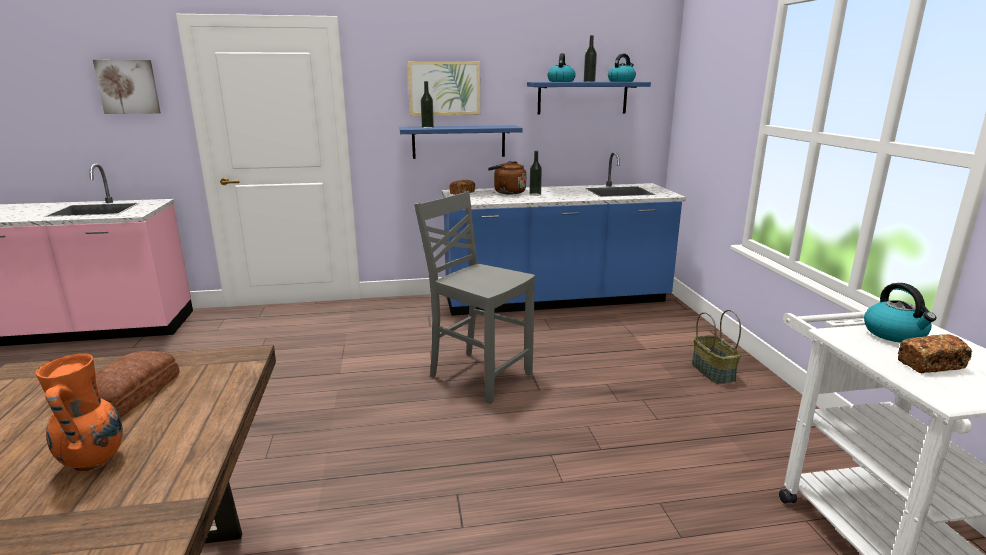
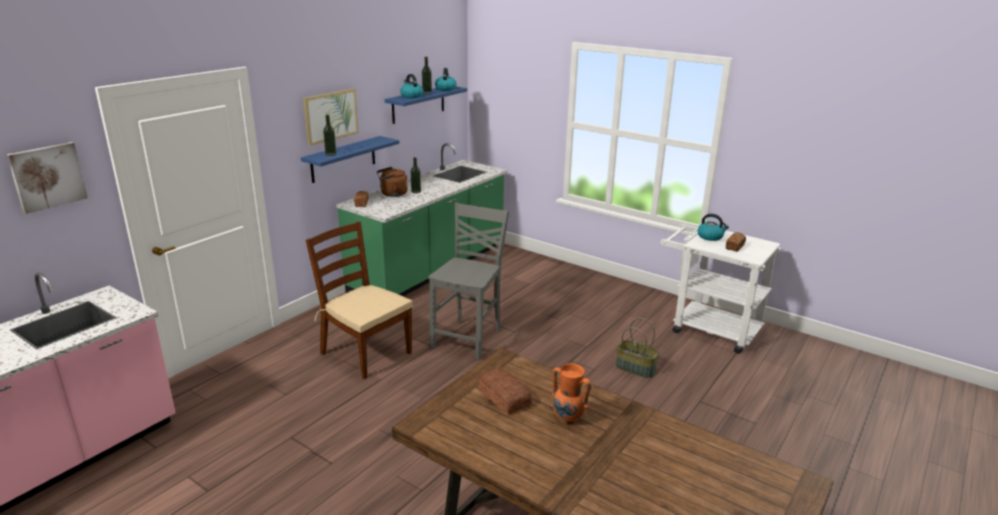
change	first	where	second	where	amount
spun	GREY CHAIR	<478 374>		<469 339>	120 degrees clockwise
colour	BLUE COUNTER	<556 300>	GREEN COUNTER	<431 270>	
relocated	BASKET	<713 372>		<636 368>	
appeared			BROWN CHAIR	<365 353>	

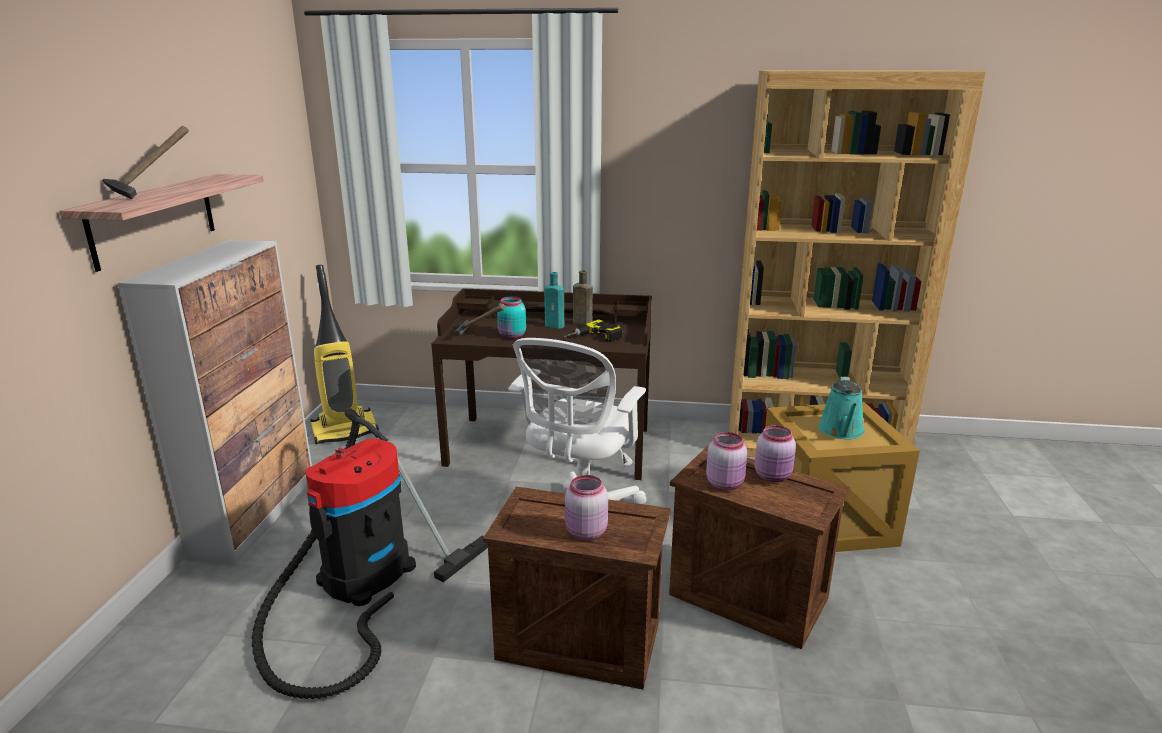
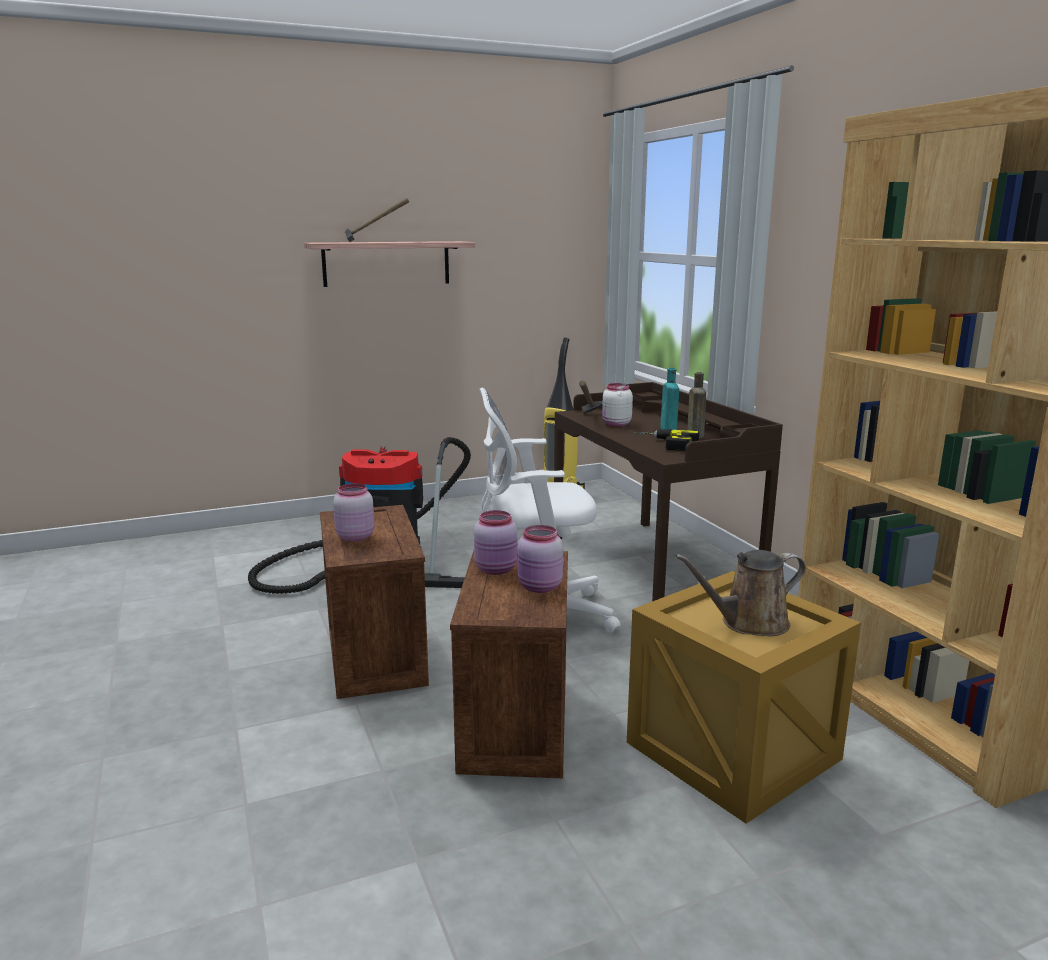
change	first	where	second	where	amount
missing	CABINET	<256 514>			
colour	TURQUOISE JAR	<512 336>	WHITE JAR	<615 424>	
colour	TURQUOISE WATERING CAN	<841 431>	BROWN WATERING CAN	<748 623>	

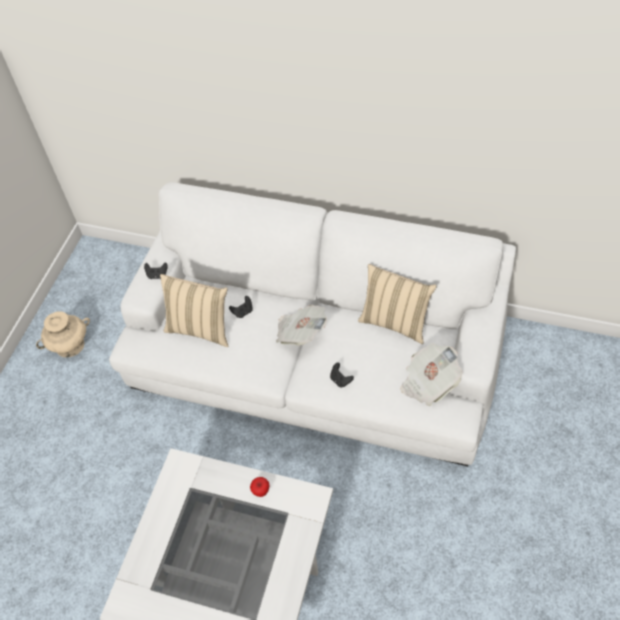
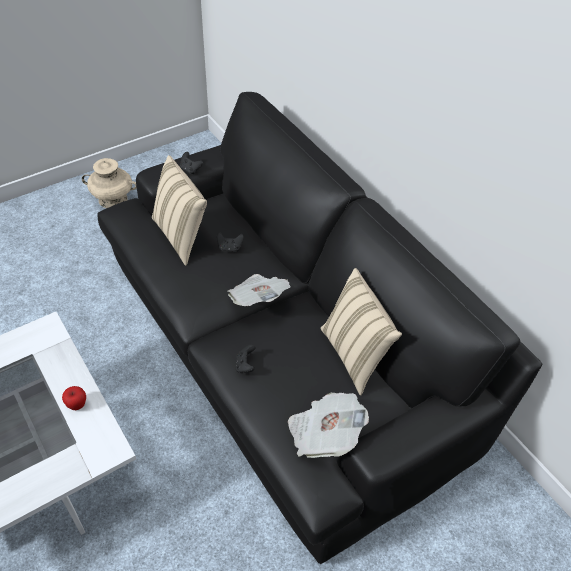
change	first	where	second	where	amount
colour	WHITE SOFA	<314 355>	BLACK SOFA	<284 346>	

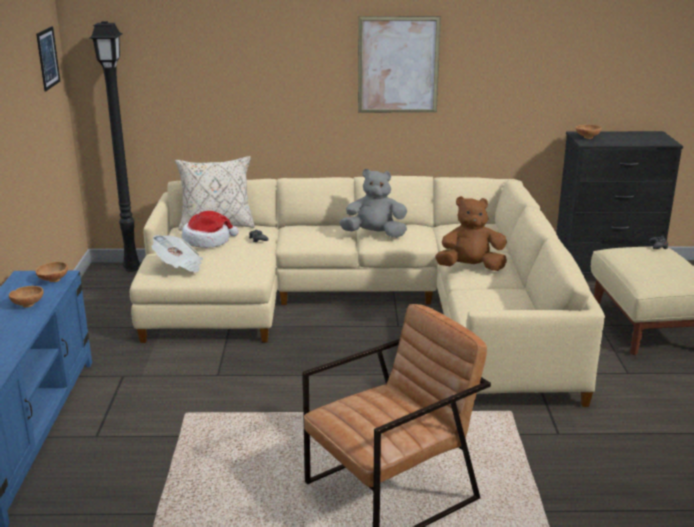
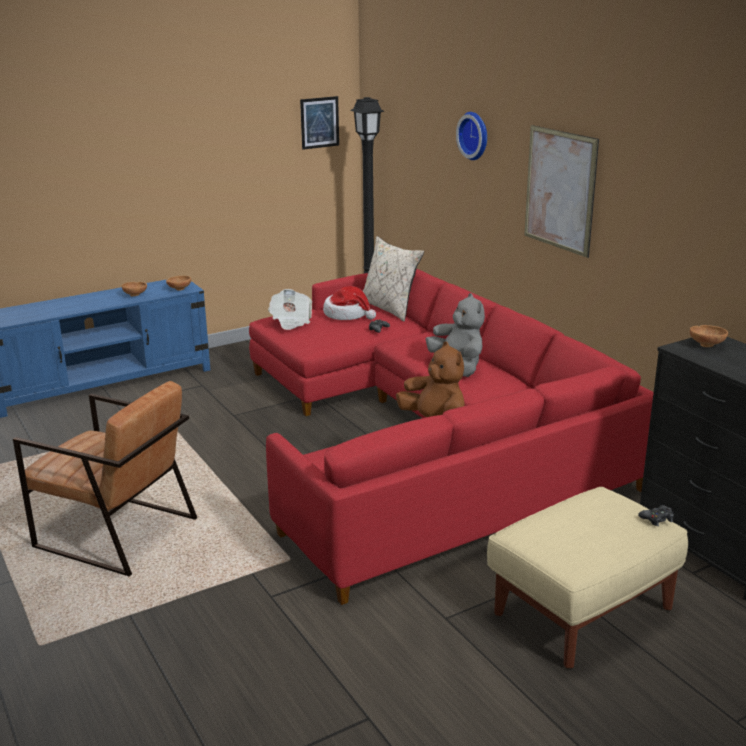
change	first	where	second	where	amount
colour	BEIGE SOFA	<369 307>	RED SOFA	<424 437>	
appeared			WALL CLOCK	<475 135>	

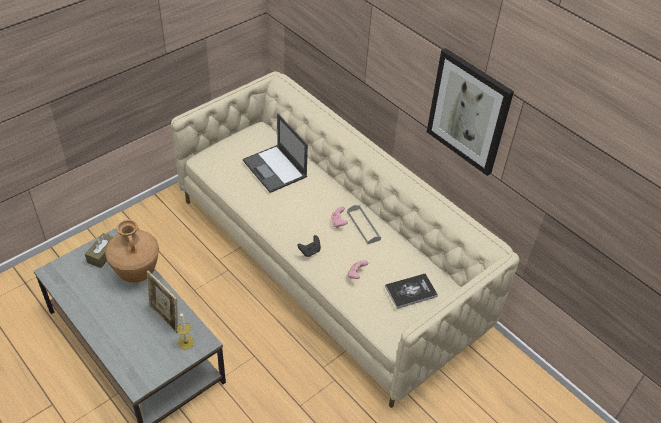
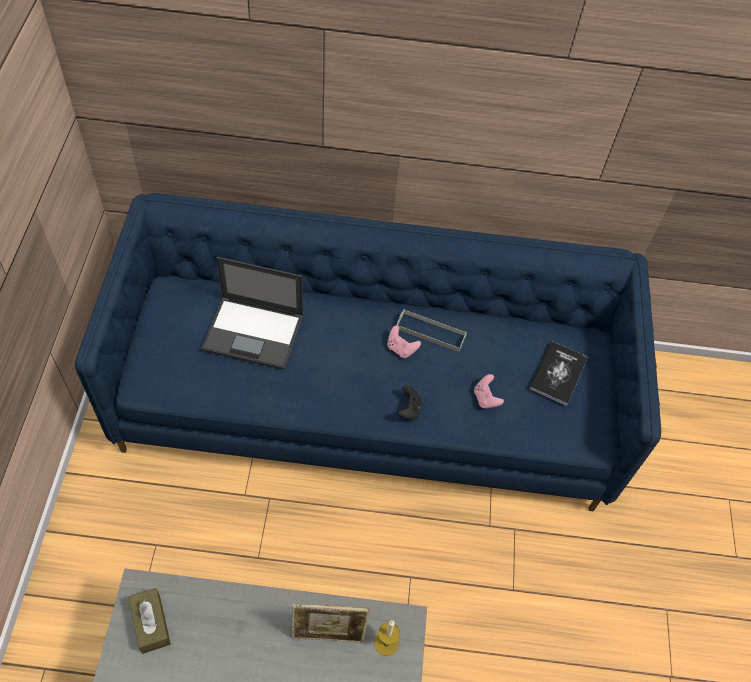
change	first	where	second	where	amount
missing	BROWN VASE	<137 273>			
colour	BEIGE SOFA	<327 264>	BLUE SOFA	<369 400>	
missing	PICTURE	<469 112>			

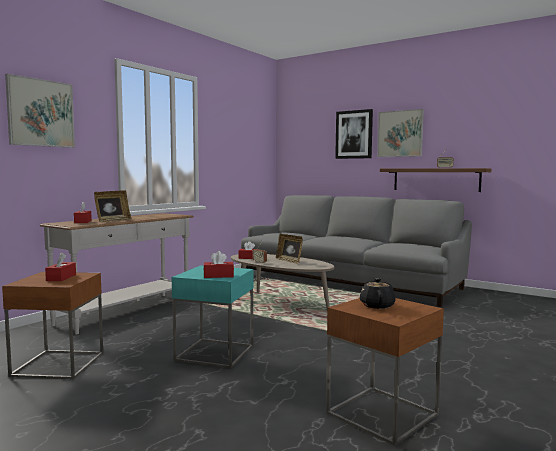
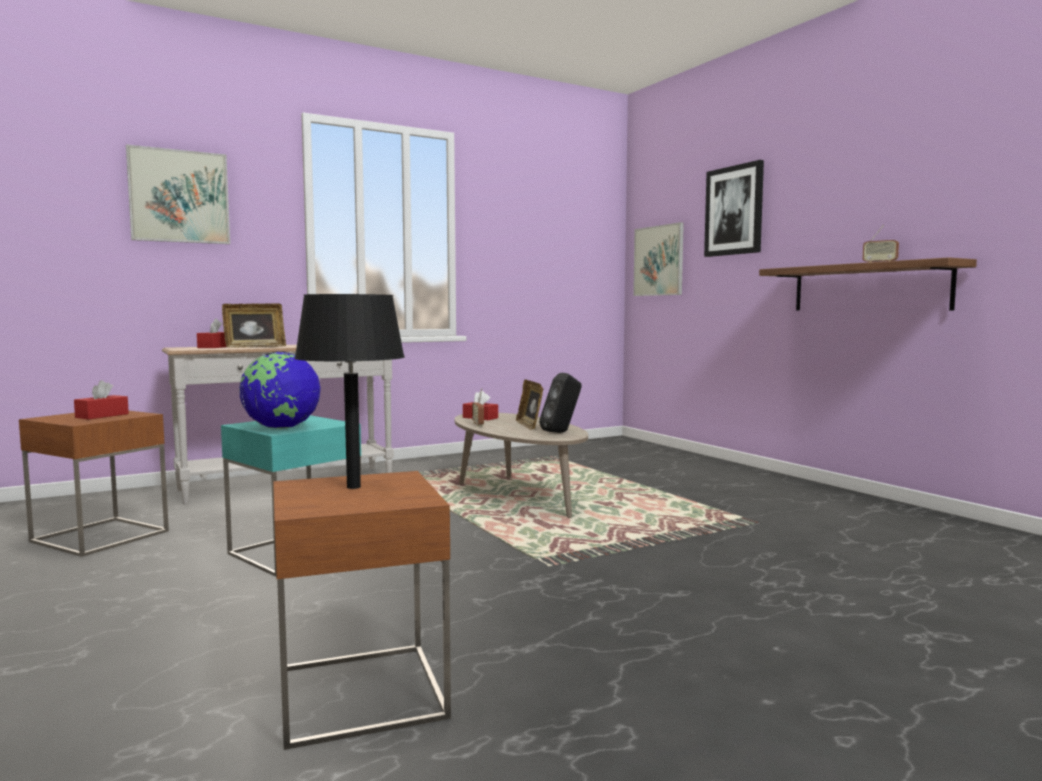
change	first	where	second	where	amount
exchanged	RED TISSUE BOX	<218 276>	GLOBE	<281 428>	
missing	GREY SOFA	<349 281>			
exchanged	BLACK TEAPOT	<377 305>	BLACK TABLE LAMP	<353 487>	
relocated	PICTURE	<400 133>		<658 260>	
appeared			BLACK SPEAKER	<561 432>	

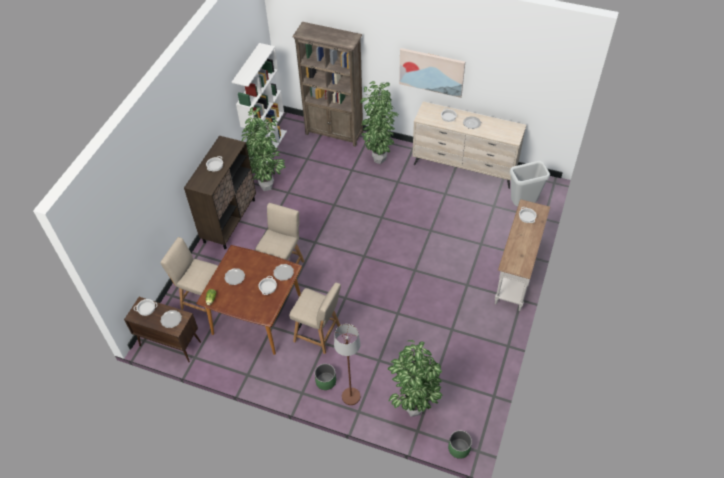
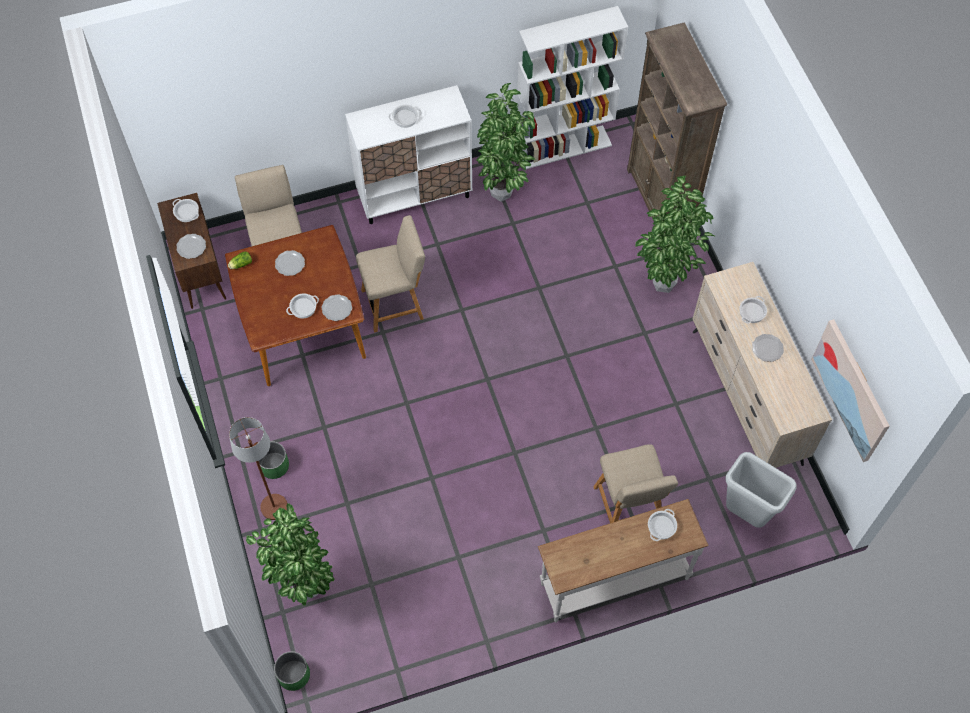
change	first	where	second	where	amount
colour	BROWN CABINET	<229 220>	WHITE CABINET	<415 195>	
relocated	BEIGE CHAIR	<319 334>		<628 508>	
relocated	PICTURE	<431 72>		<851 390>	

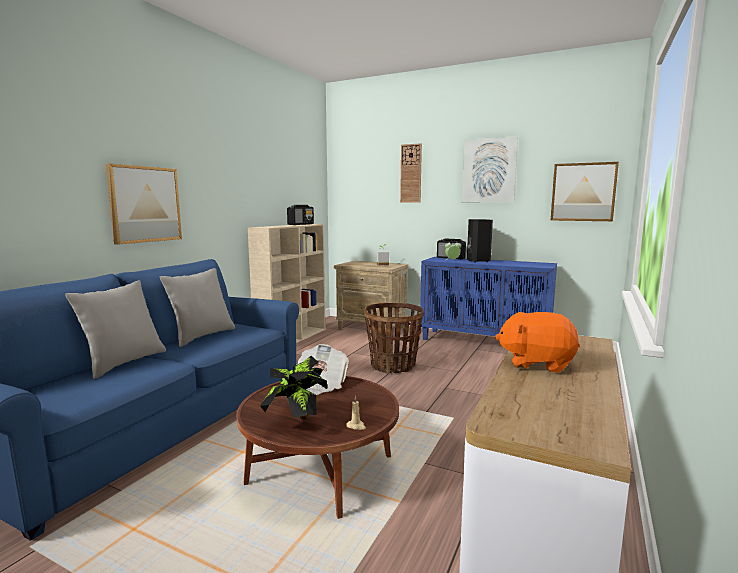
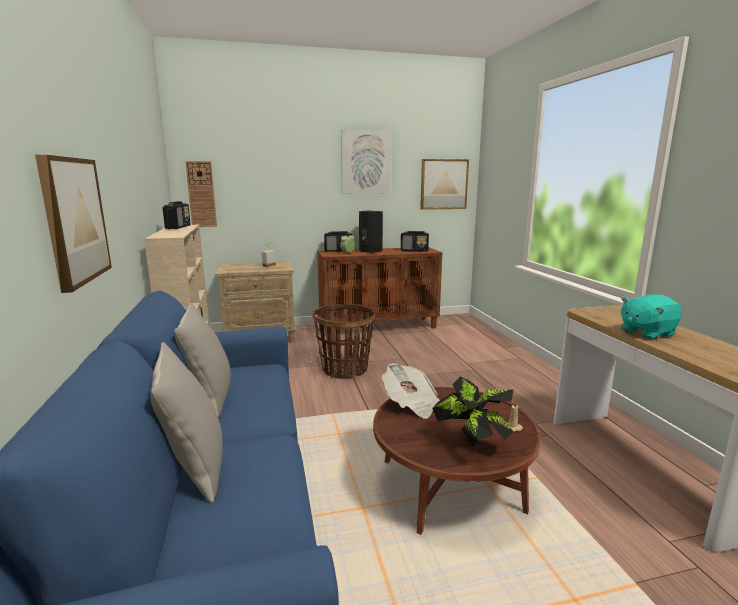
change	first	where	second	where	amount
relocated	WALL CLOCK	<411 173>		<201 194>	
colour	BLUE CABINET	<484 342>	BROWN CABINET	<379 326>	
colour	ORANGE PLUSH TOY	<536 363>	TURQUOISE PLUSH TOY	<646 333>	
appeared			RADIO	<414 250>	

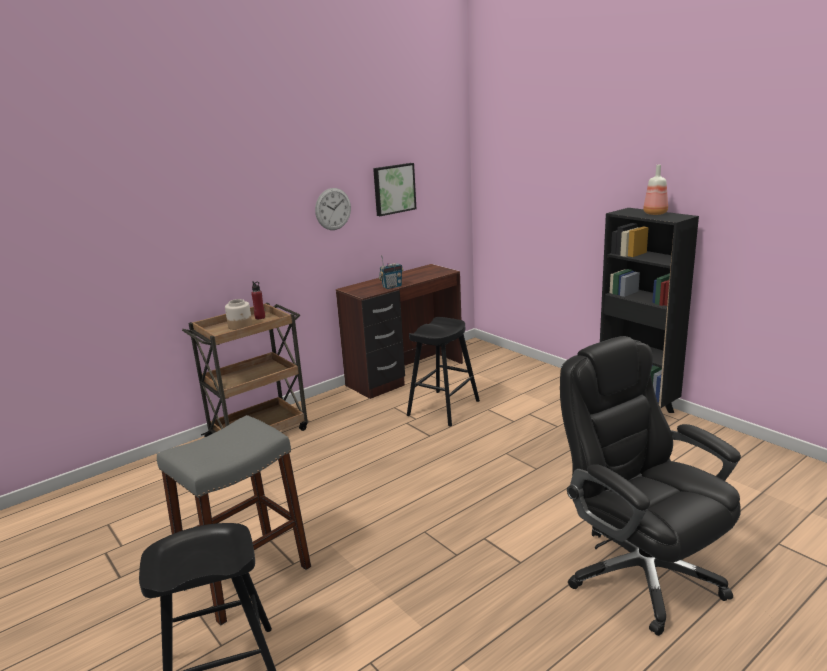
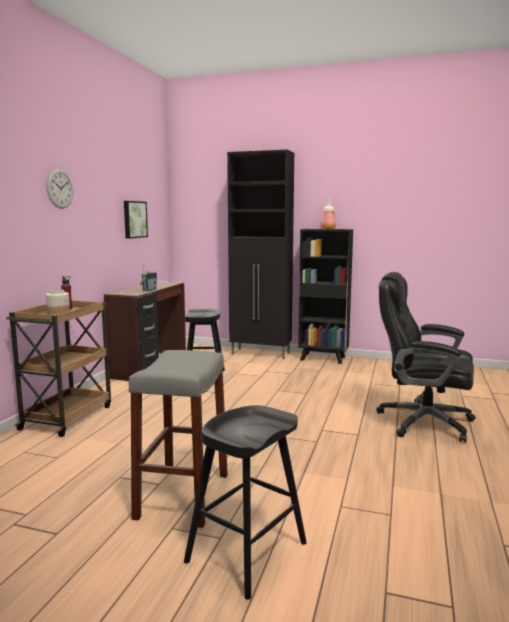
change	first	where	second	where	amount
relocated	WALL CLOCK	<333 209>		<60 188>	
appeared			BLACK CABINET	<261 353>	

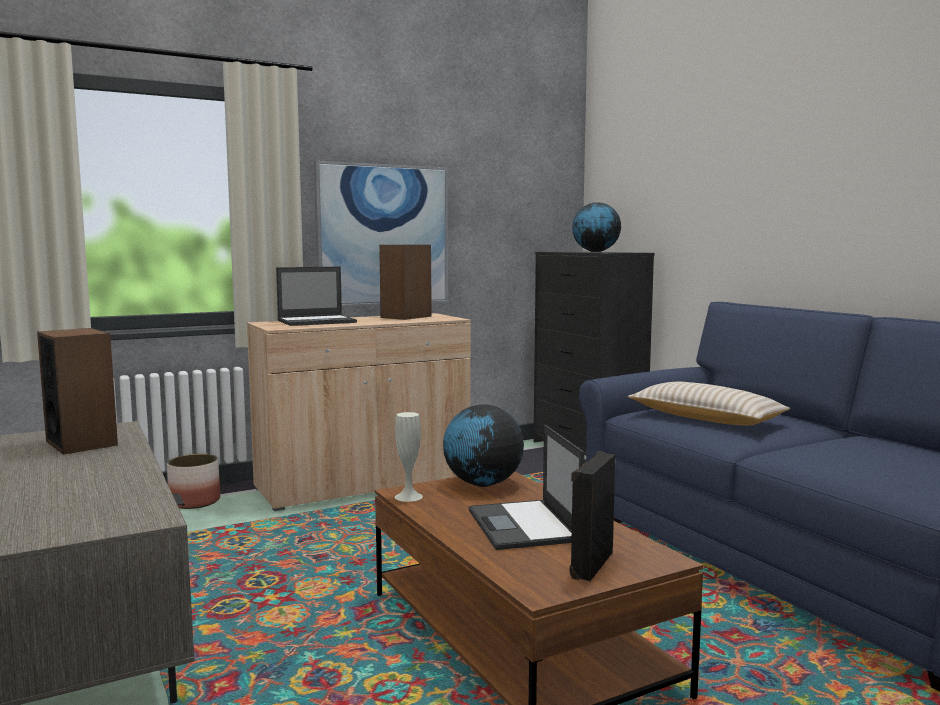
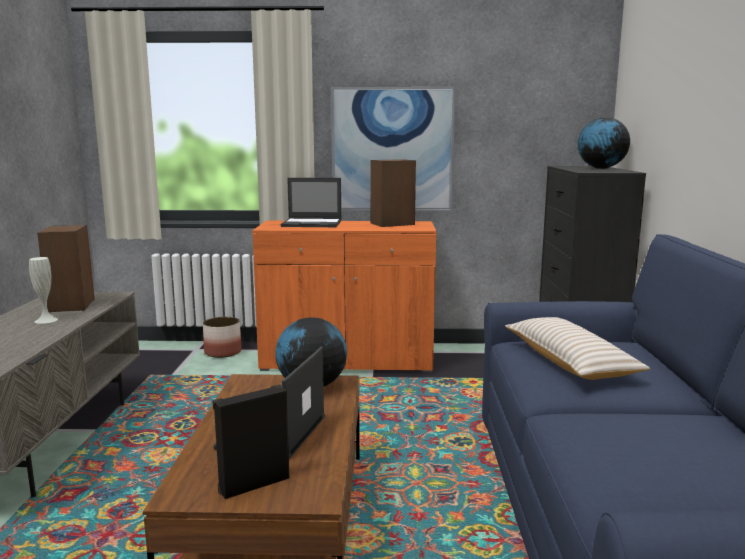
change	first	where	second	where	amount
colour	BEIGE CABINET	<364 484>	ORANGE CABINET	<347 360>	
relocated	WHITE VASE	<408 496>		<46 320>	

